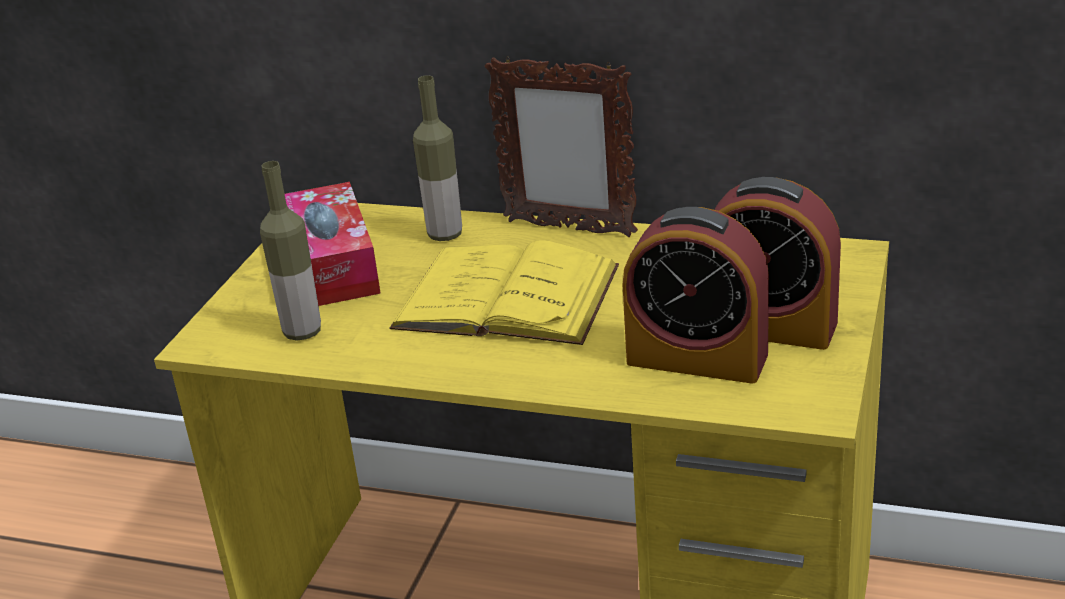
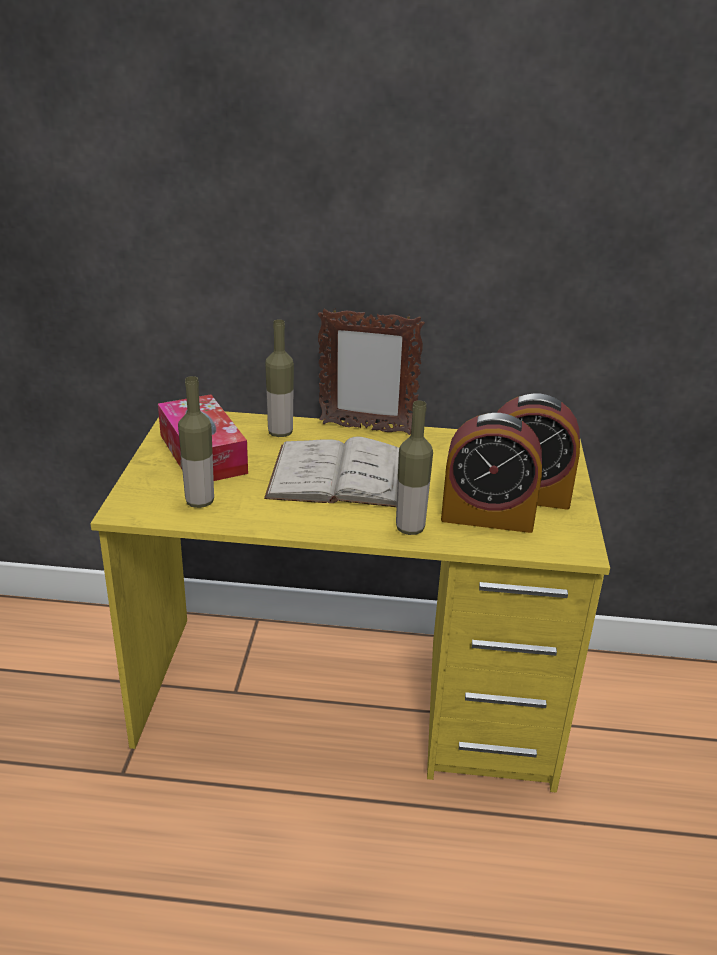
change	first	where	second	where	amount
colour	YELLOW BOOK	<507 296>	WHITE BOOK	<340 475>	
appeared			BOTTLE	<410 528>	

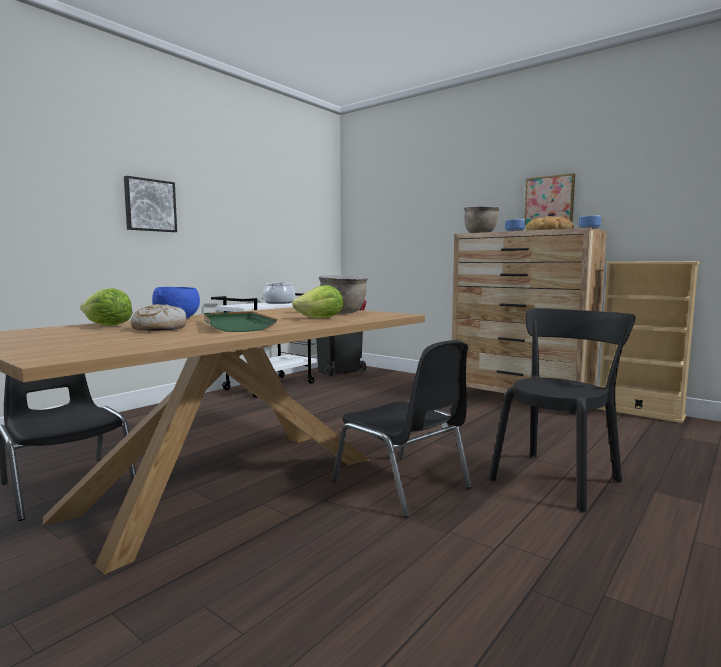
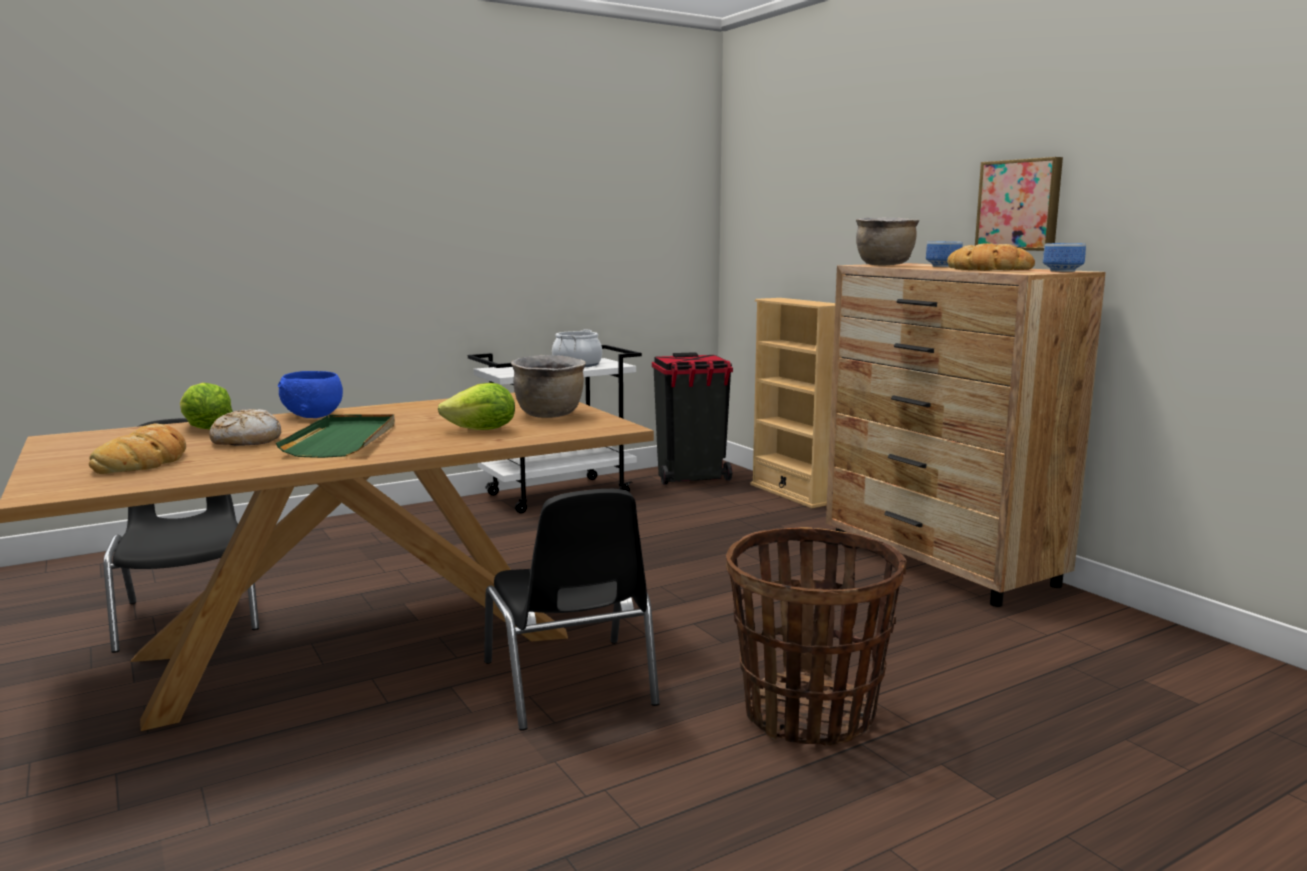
change	first	where	second	where	amount
missing	PICTURE	<149 205>			
exchanged	BLACK CHAIR	<557 478>	BASKET	<809 714>	
relocated	BEIGE BOOKCASE	<639 412>		<792 493>	
appeared			BREAD	<146 461>	

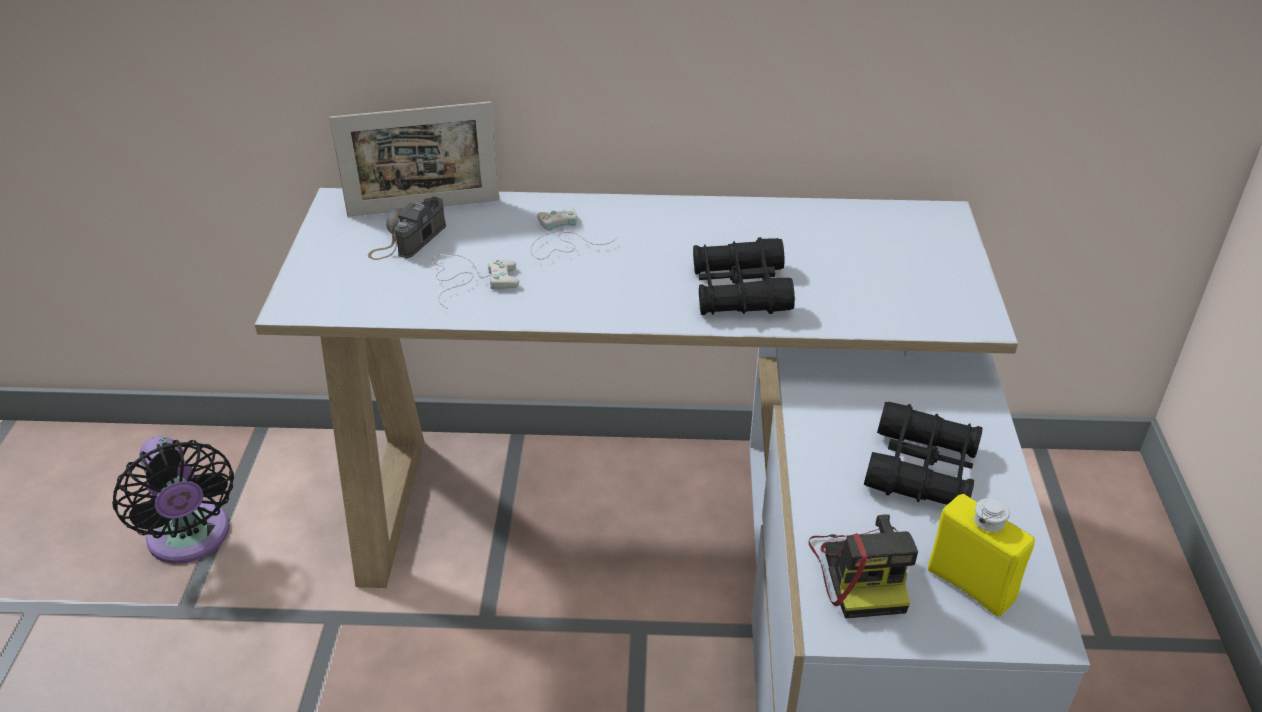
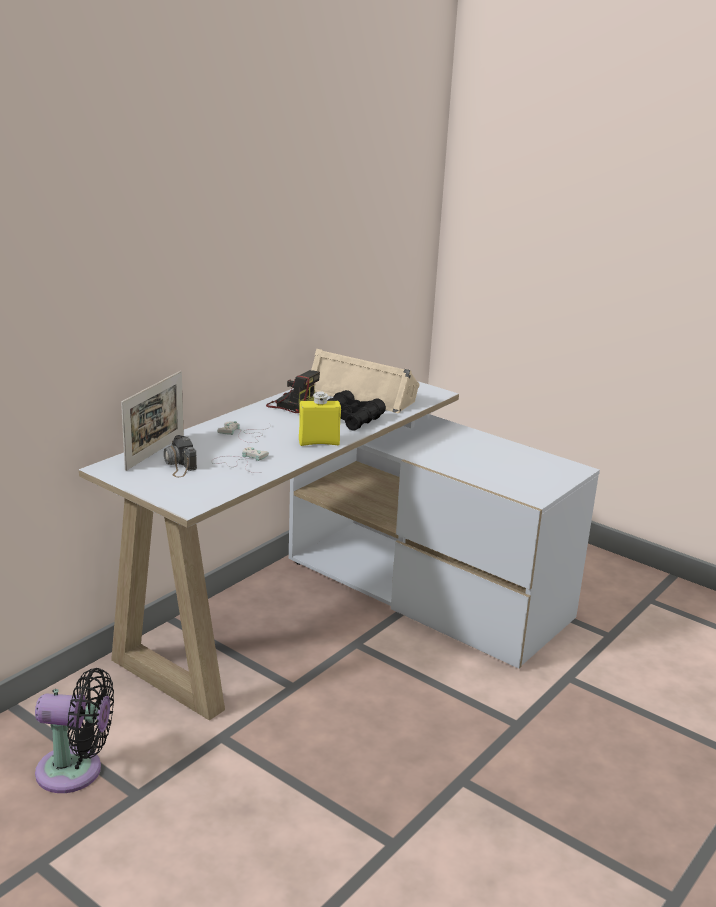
change	first	where	second	where	amount
relocated	PHOTO CAMERA	<862 571>		<293 405>	
missing	BLACK BINOCULARS	<921 469>			
relocated	YELLOW BOTTLE	<970 585>		<319 443>	
appeared			BEIGE SPEAKER	<362 394>	

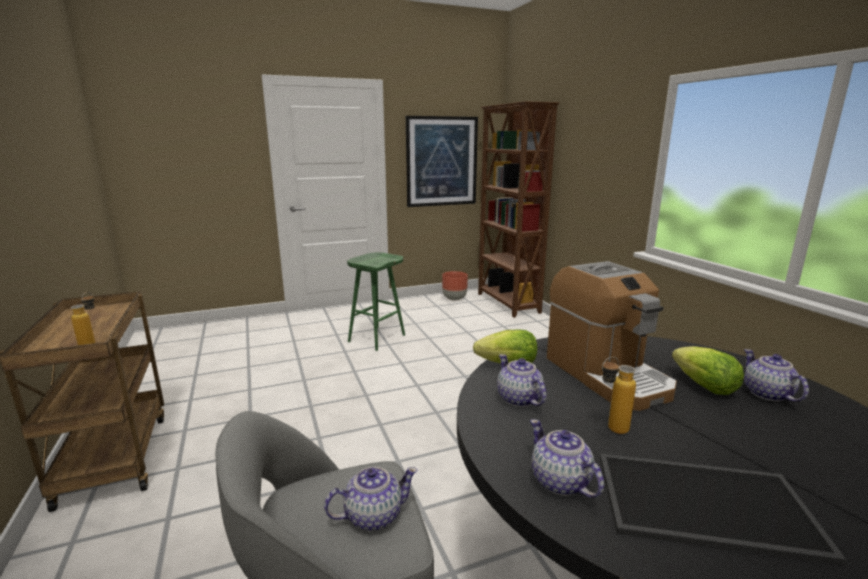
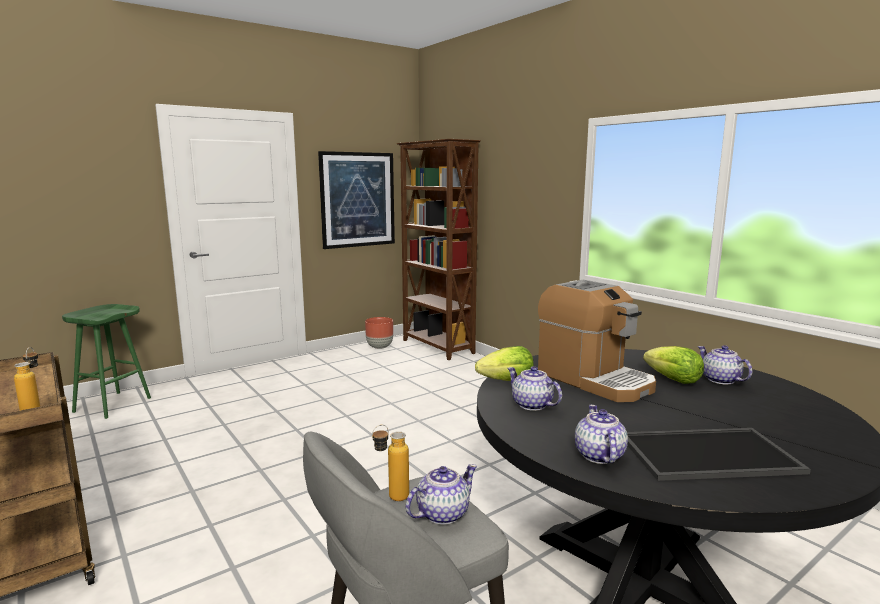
change	first	where	second	where	amount
relocated	GREEN STOOL	<377 338>		<113 404>	
spun	TEAPOT	<560 482>		<599 456>	45 degrees clockwise
relocated	BOTTLE	<610 430>		<391 499>	

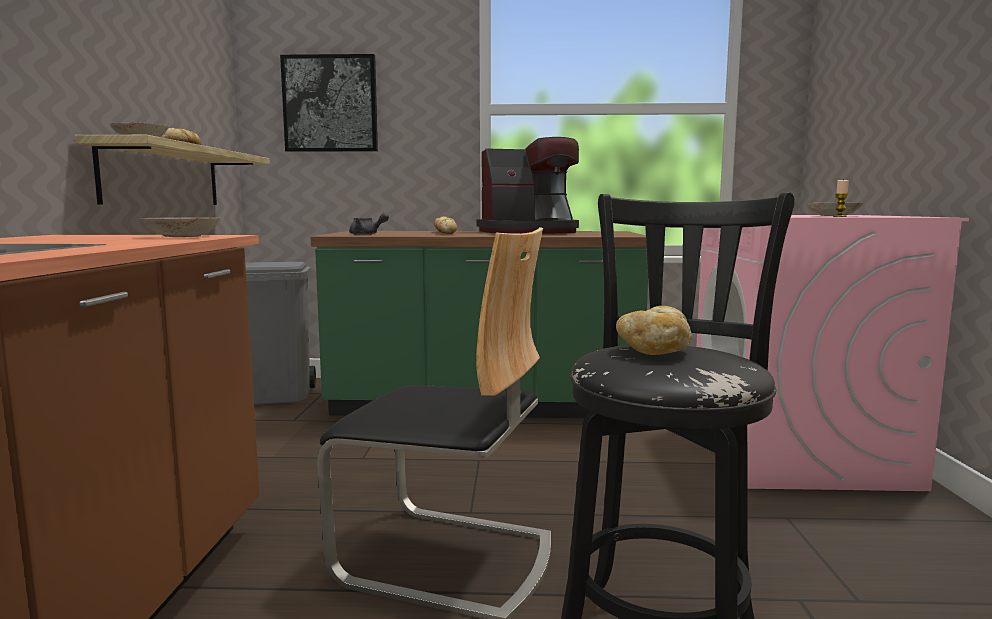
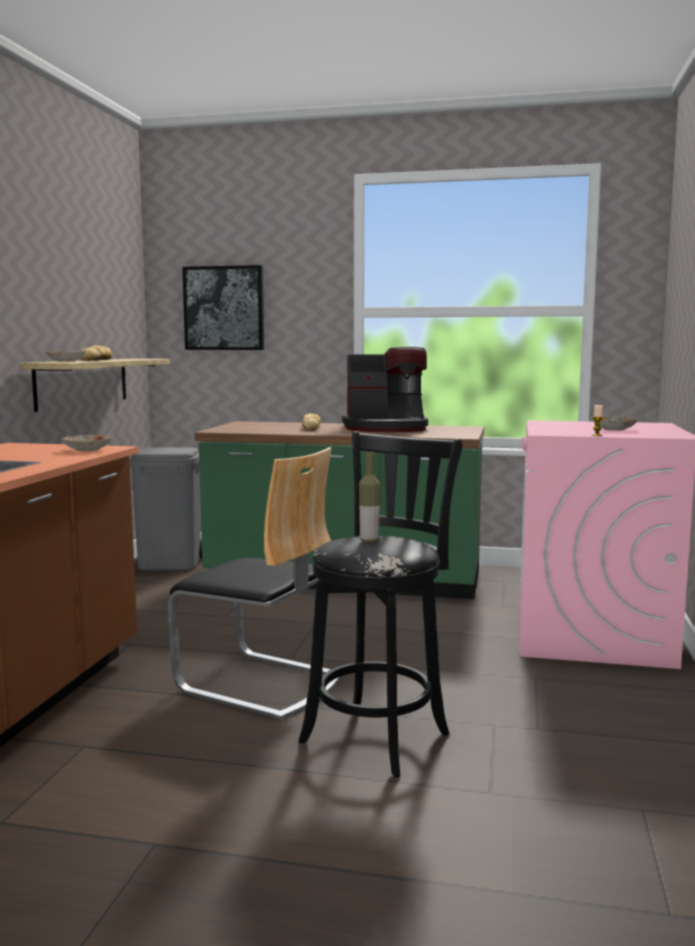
change	first	where	second	where	amount
missing	GREY TEAPOT	<367 234>			
exchanged	BREAD	<653 351>	BOTTLE	<369 541>	

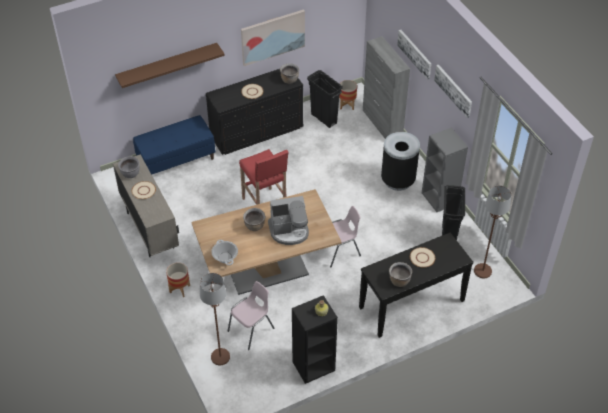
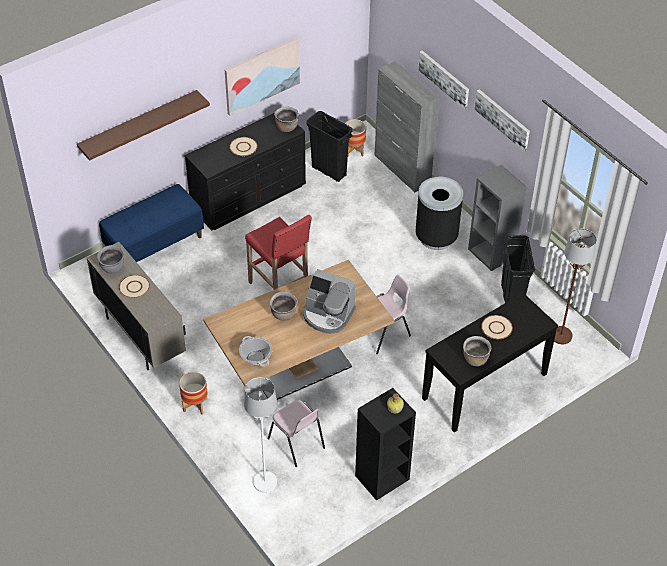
change	first	where	second	where	amount
colour	BROWN FLOOR LAMP	<220 357>	WHITE FLOOR LAMP	<264 482>	
spun	PINK CHAIR	<252 330>		<296 443>	105 degrees clockwise
spun	COFFEE MACHINE	<289 231>		<328 315>	45 degrees clockwise

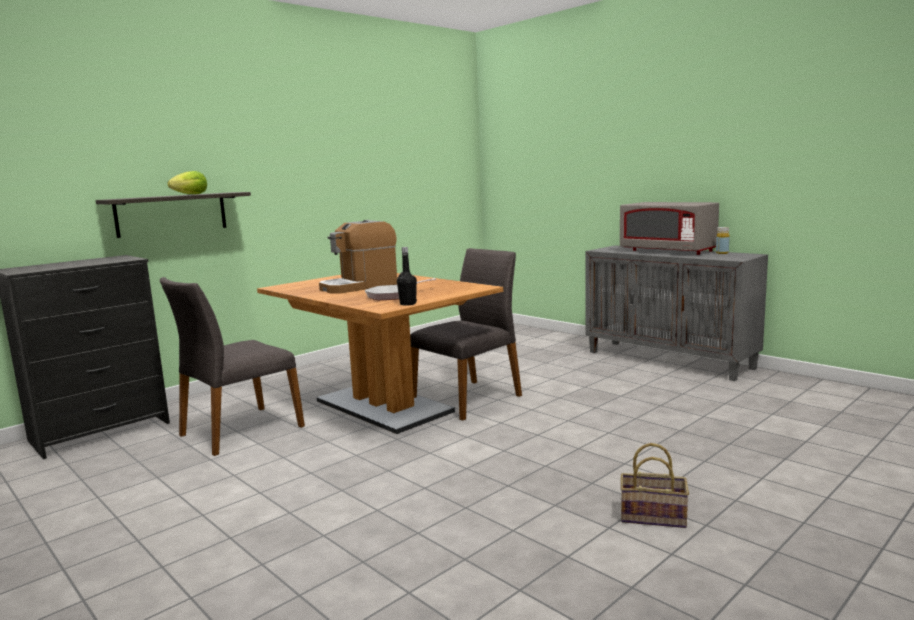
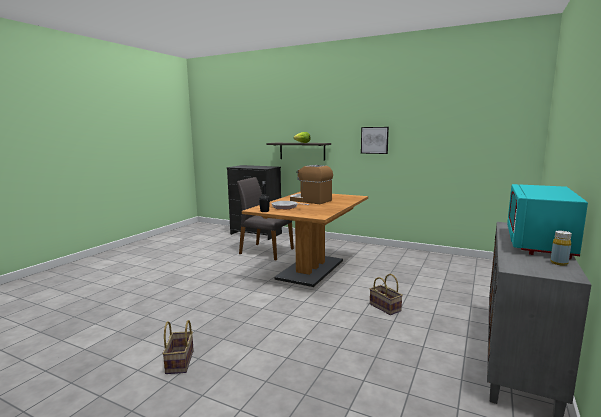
change	first	where	second	where	amount
missing	GREY CHAIR	<468 398>			
colour	GREY MICROWAVE	<668 251>	TURQUOISE MICROWAVE	<538 243>	
appeared			PICTURE	<374 140>	
appeared			BASKET	<386 307>	

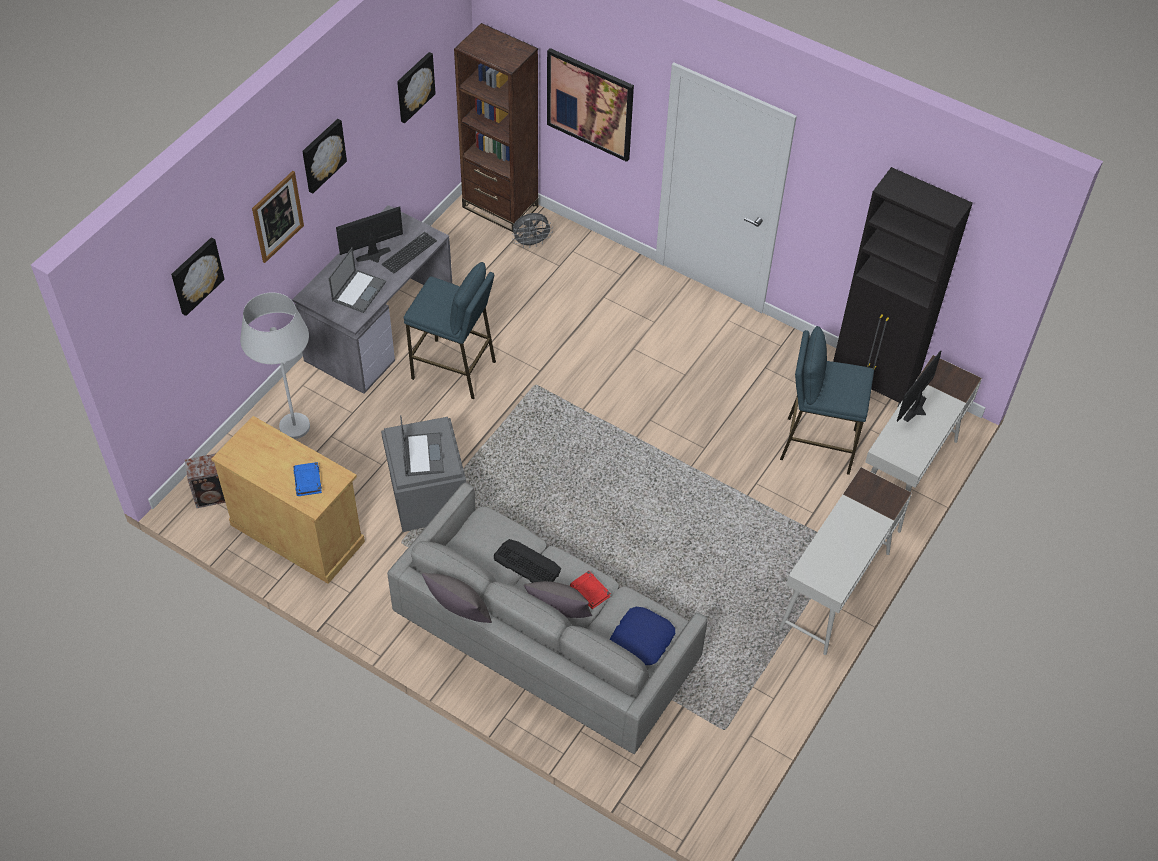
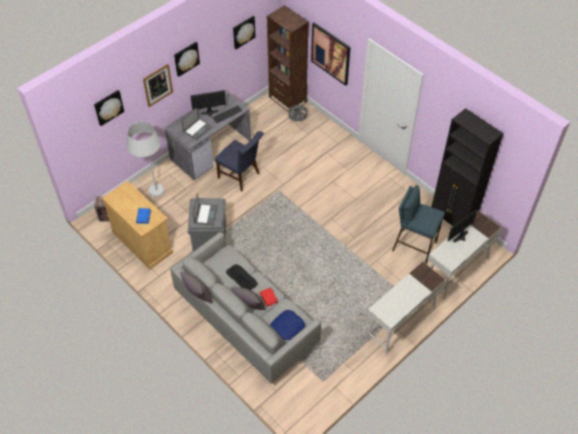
change	first	where	second	where	amount
exchanged	BLUE STOOL	<454 370>	BLUE CHAIR	<241 176>	

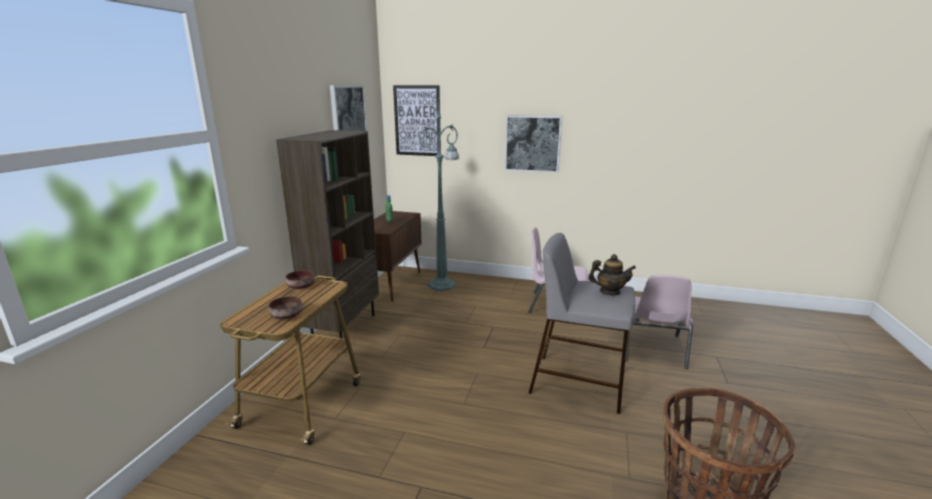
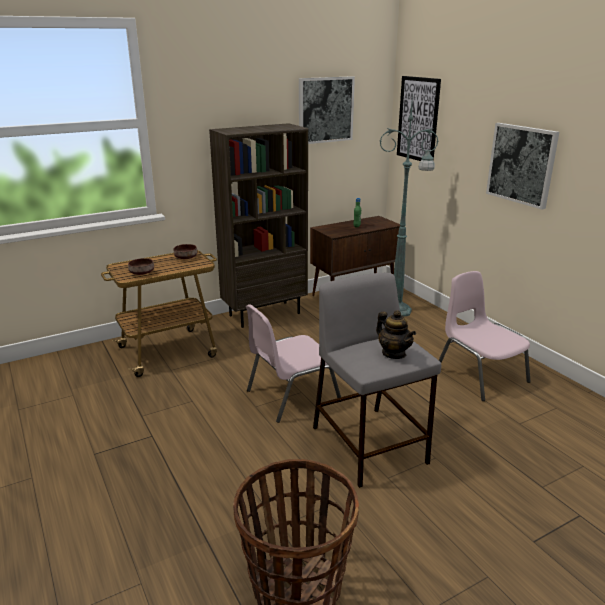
change	first	where	second	where	amount
relocated	PINK CHAIR	<651 349>		<291 396>	

